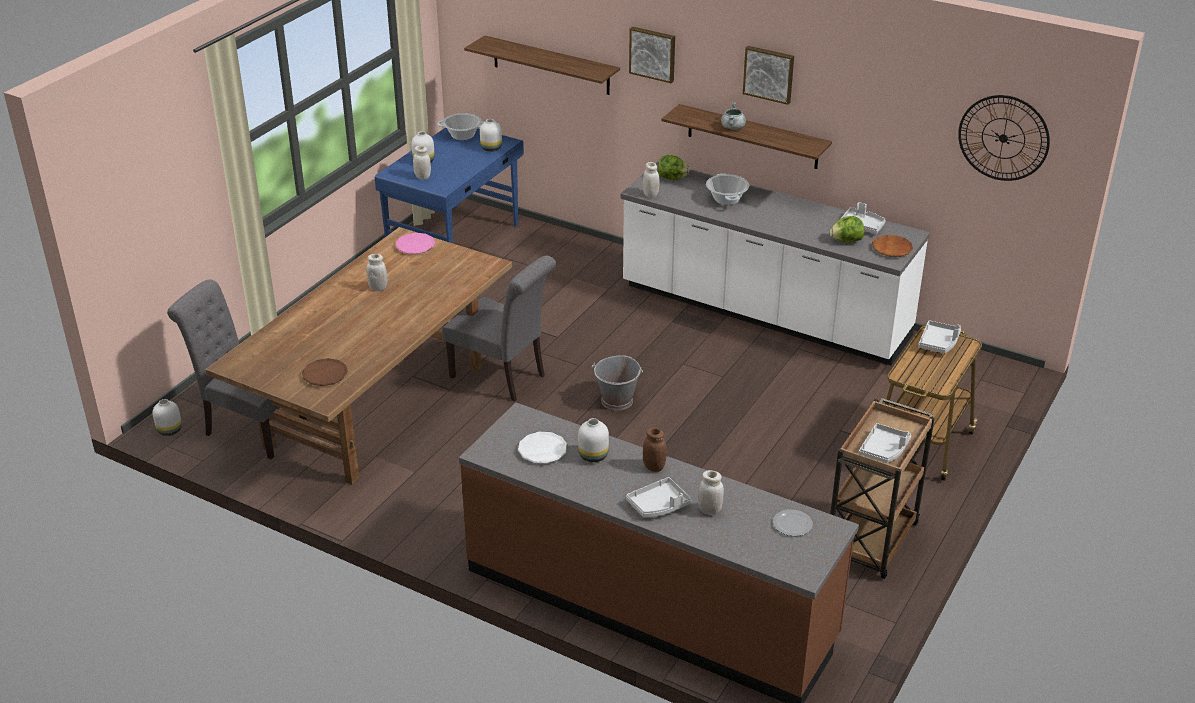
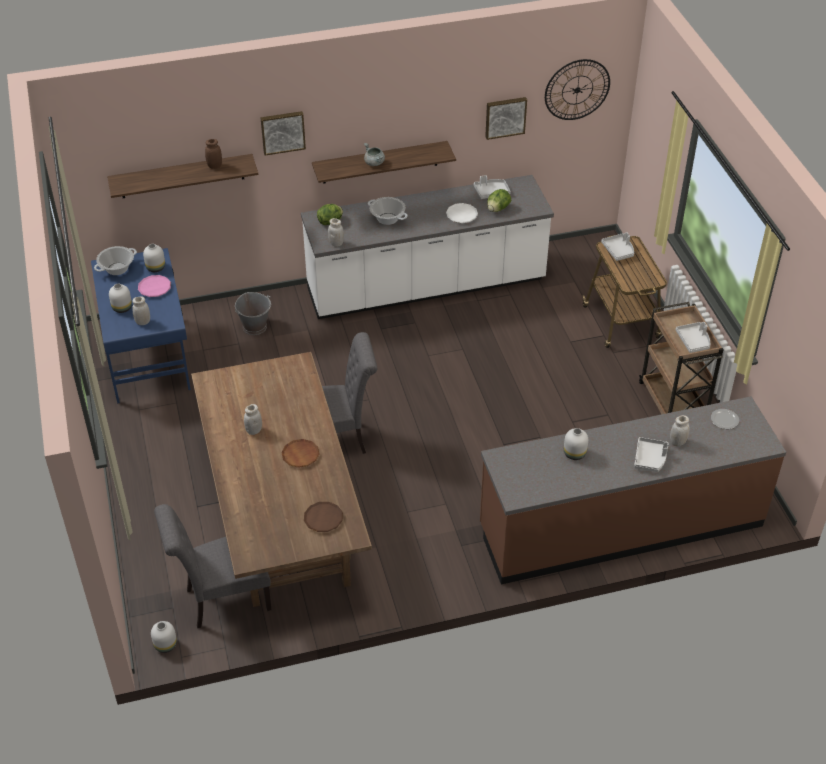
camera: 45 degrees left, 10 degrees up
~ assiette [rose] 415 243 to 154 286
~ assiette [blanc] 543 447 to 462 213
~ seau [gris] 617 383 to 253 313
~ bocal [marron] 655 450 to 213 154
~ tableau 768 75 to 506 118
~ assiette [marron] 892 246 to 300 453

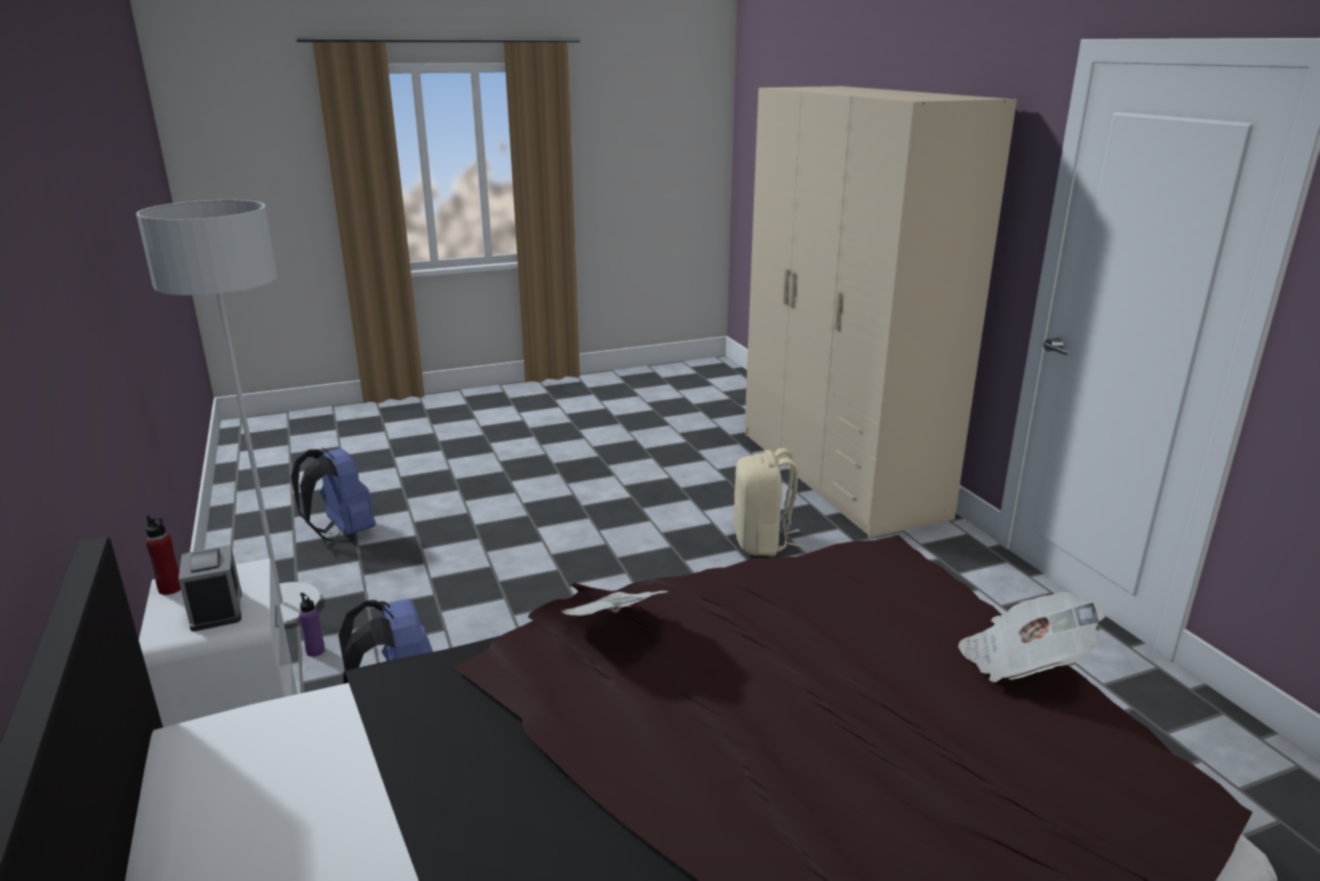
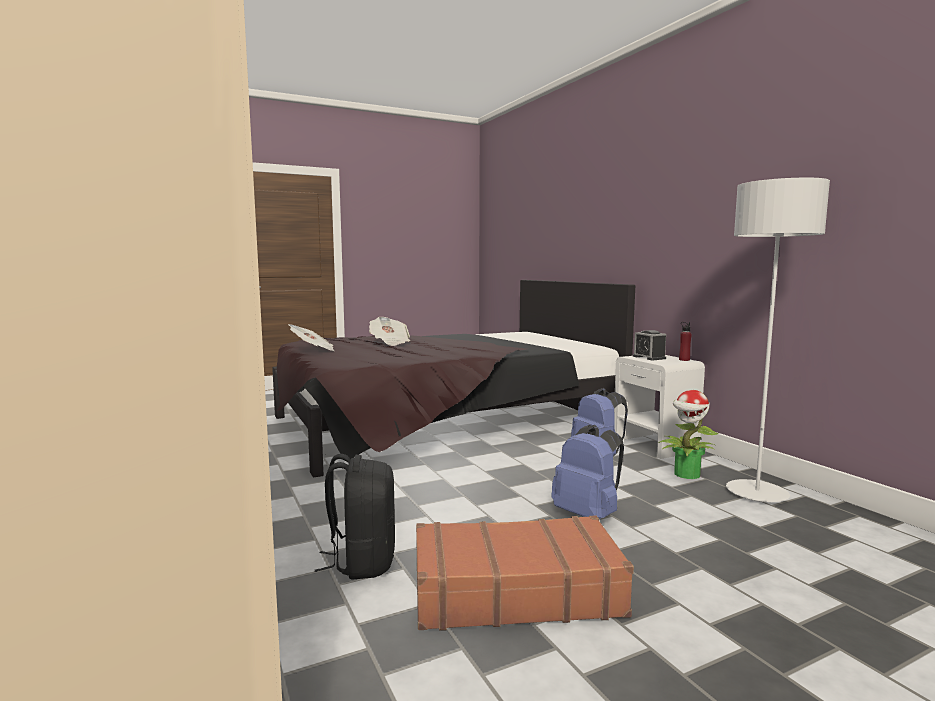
camera: 175 degrees right, 15 degrees down
+ valise [marron] 525 572
~ sac à dos [bleu] 333 494 to 587 472
~ journal 614 603 to 389 331
~ bouteille [violet] 312 625 to plante en pot 689 434
~ sac à dos [beige] 769 502 to sac à dos [noir] 355 516

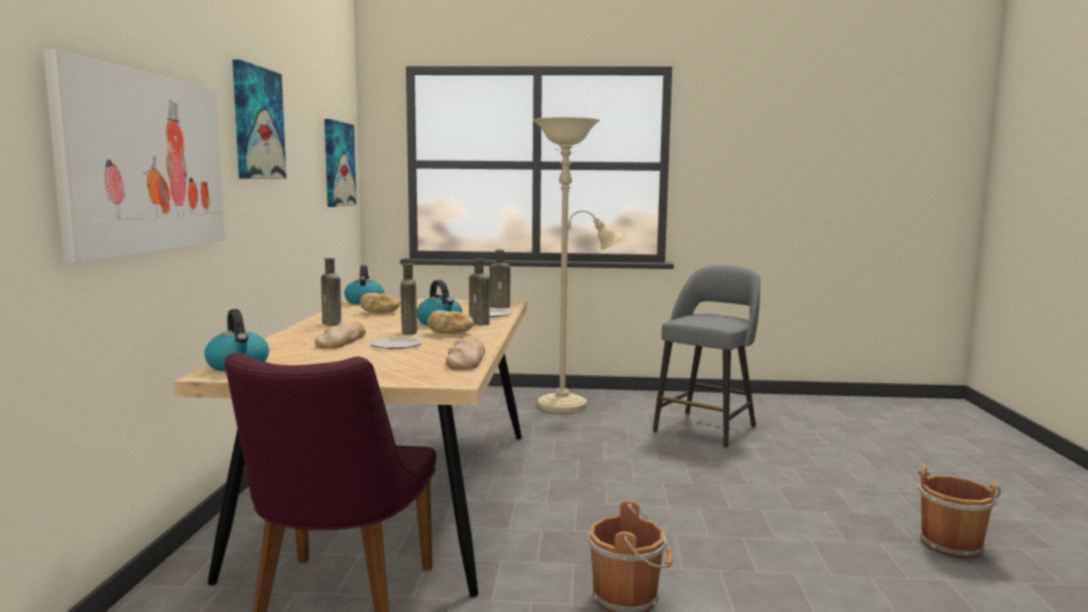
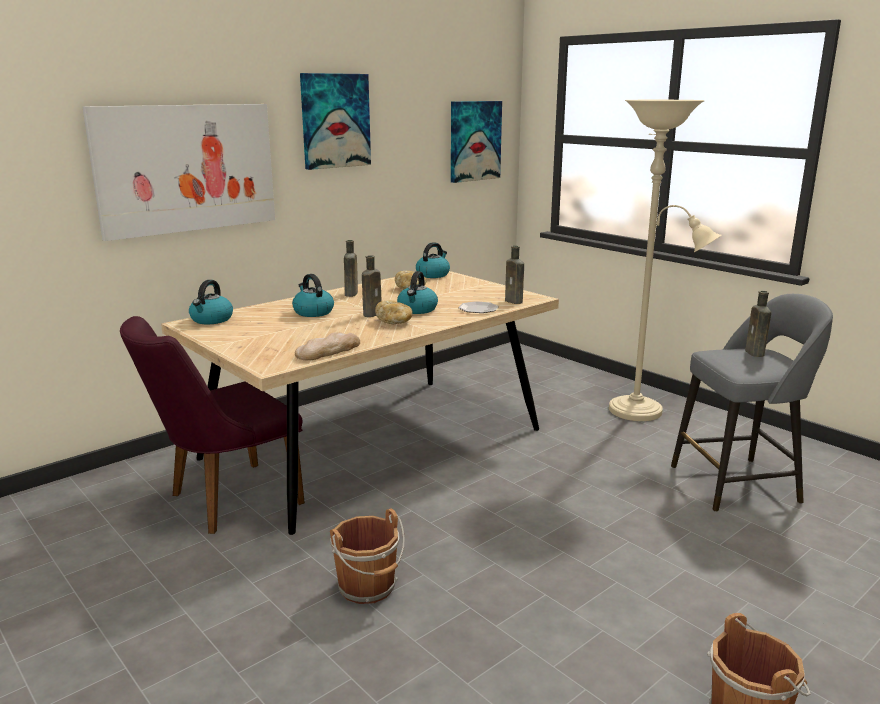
camera: 45 degrees right, 10 degrees up
- assiette 396 343
~ bouteille [marron] 479 291 to 758 324
~ pain 340 335 to bouilloire 313 295

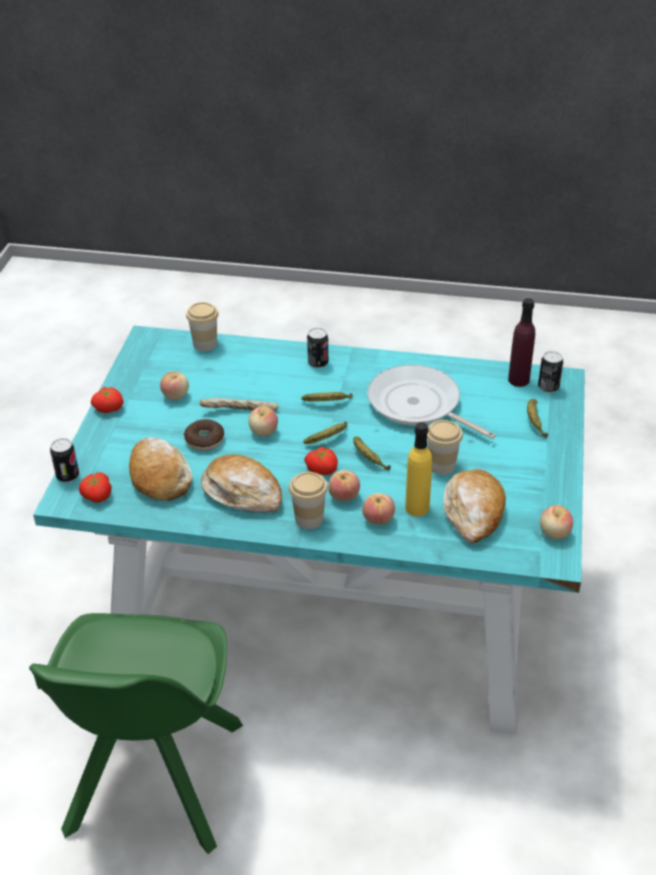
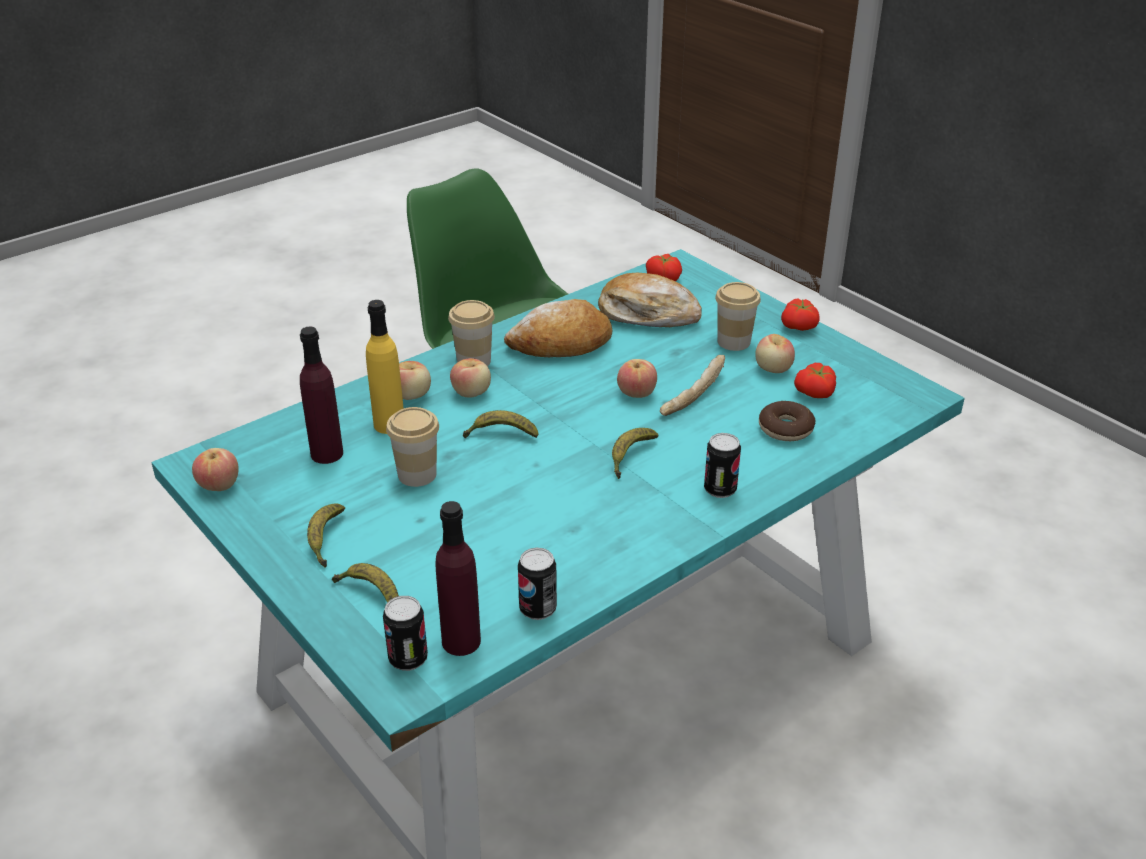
camera: 130 degrees right, 5 degrees down
- poêle 432 402
~ boîte métallique 64 460 to 537 583
~ beignet 204 435 to 787 421
~ tasse 202 326 to 738 316
~ banane 325 432 to 326 535
~ tomate 321 461 to 815 380
~ pain 474 506 to bouteille [violet] 321 395

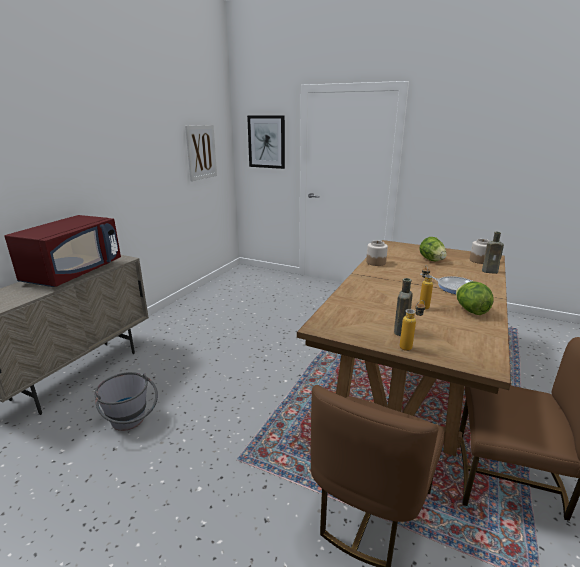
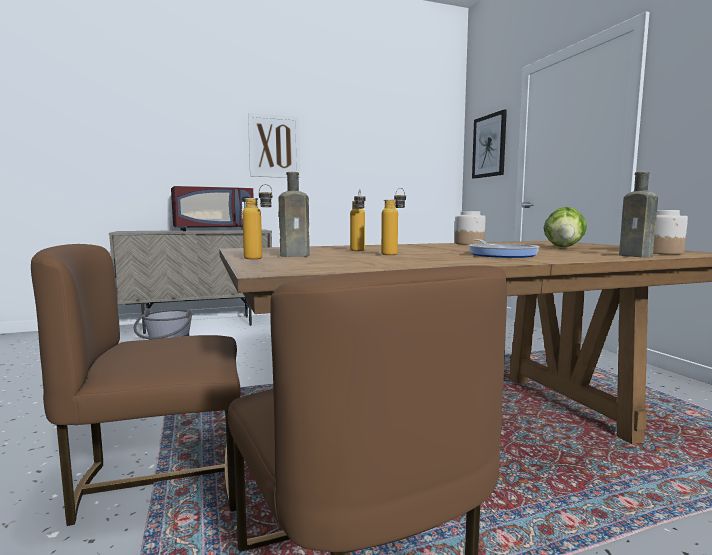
camera: 45 degrees right, 15 degrees down
- laitue 475 298
+ bouteille 358 220
~ tableau 201 153 to 274 145

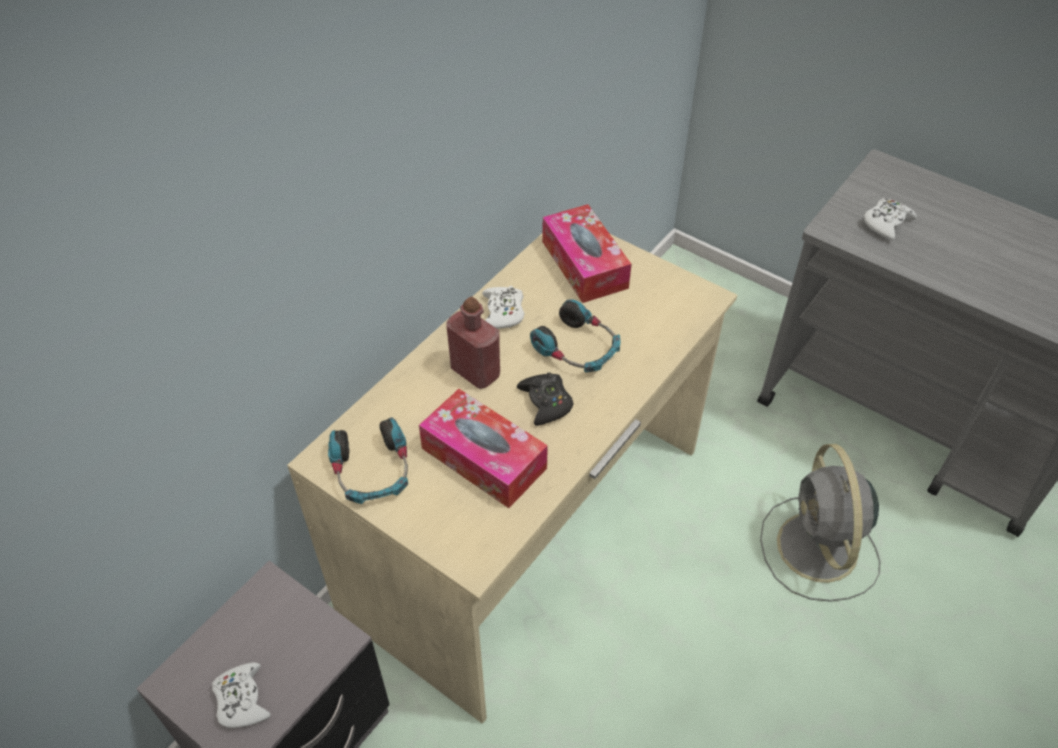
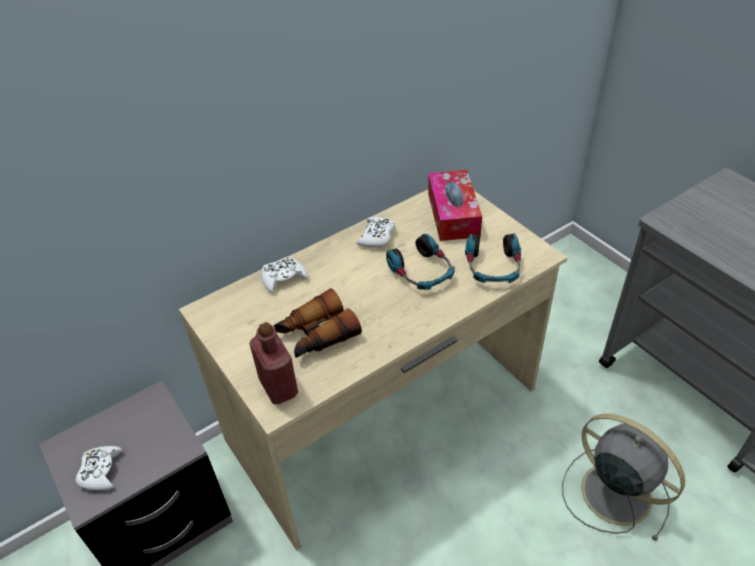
camera: 20 degrees right, 5 degrees down
- manette [noir] 545 399
~ casque audio 368 460 to 493 258
~ bouteille [rouge] 473 343 to 273 363
~ manette [blanc] 890 219 to 284 274
~ boîte à mouchoirs 483 448 to jumelles 318 323
~ ventilateur [gris] 820 523 = 623 478 120 degrees clockwise

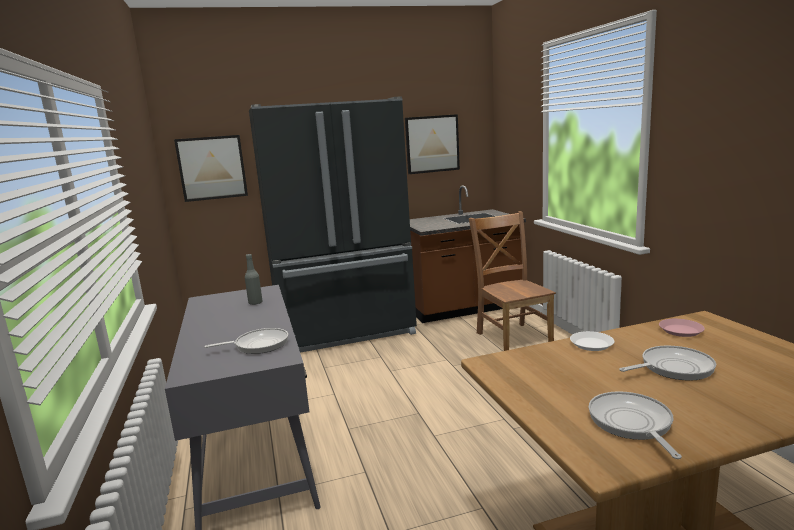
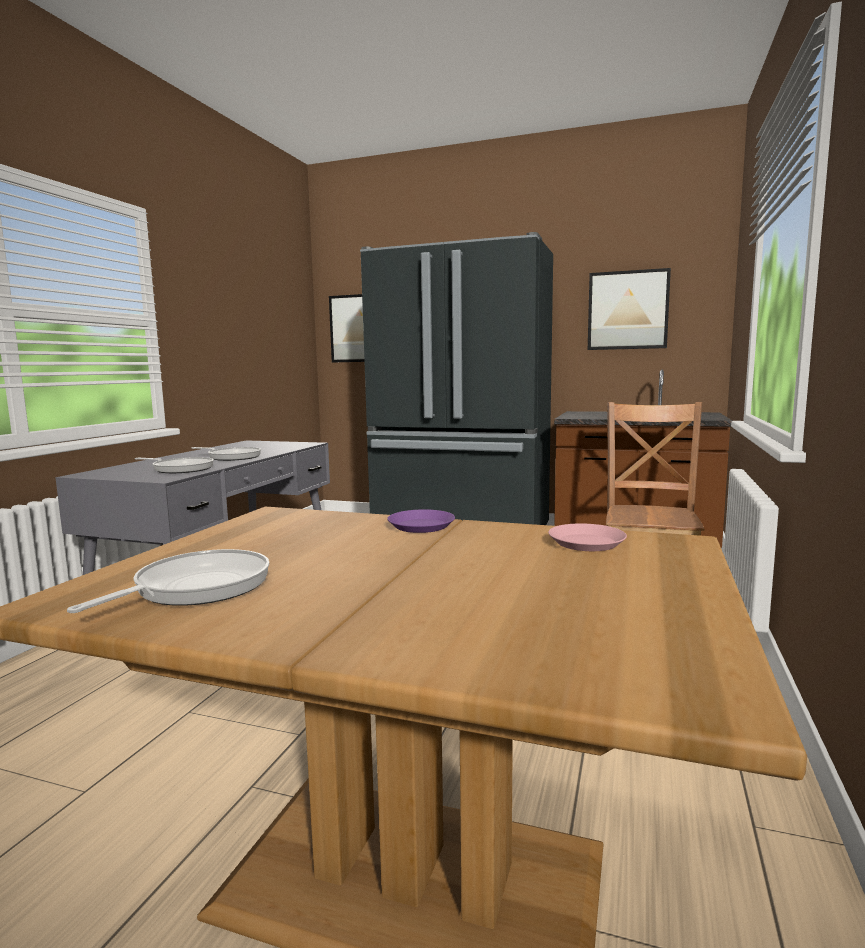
camera: 35 degrees right, 5 degrees down
- bouteille [gris] 254 279
~ poêle 667 363 to 226 454
~ assiette [blanc] 592 341 to assiette [violet] 421 521

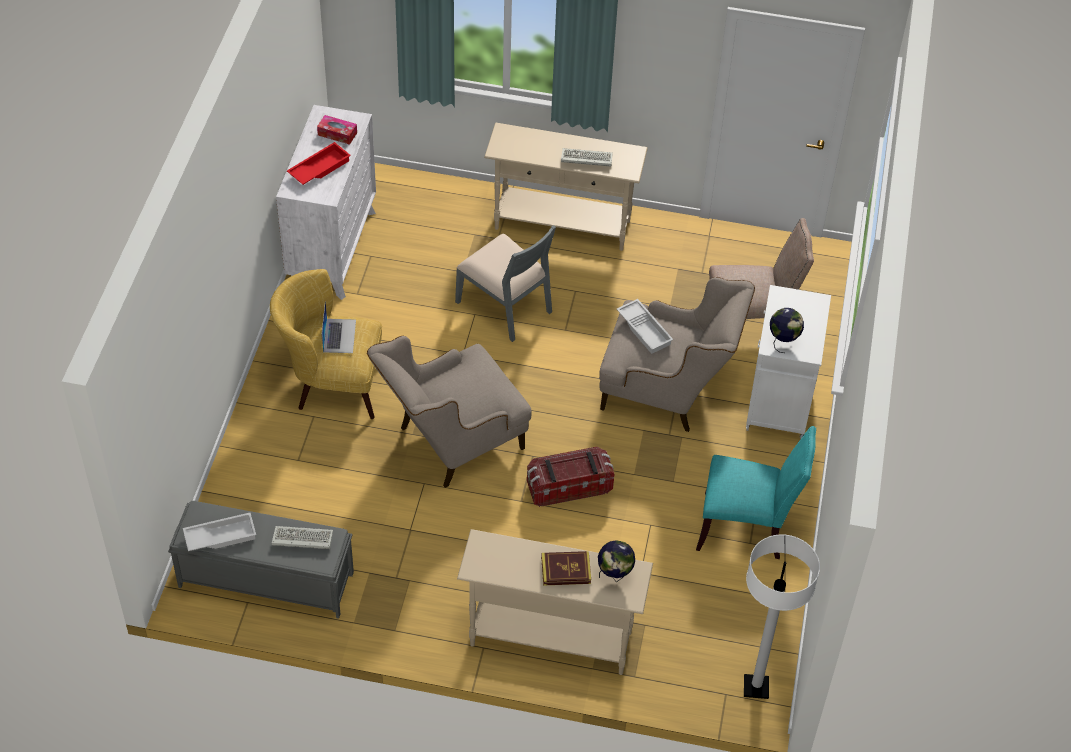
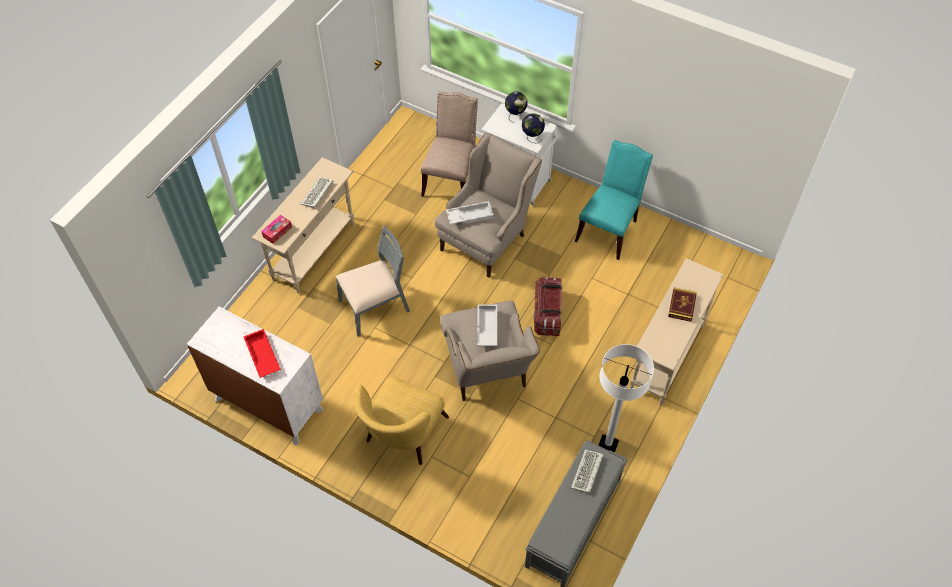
camera: 70 degrees left, 5 degrees up
- ordinateur portable 339 327
~ plateau [blanc] 219 532 to 487 325
~ boîte à mouchoirs 337 130 to 276 229
~ globe 616 561 to 516 107
~ lampadaire [blanc] 782 617 to 626 398

